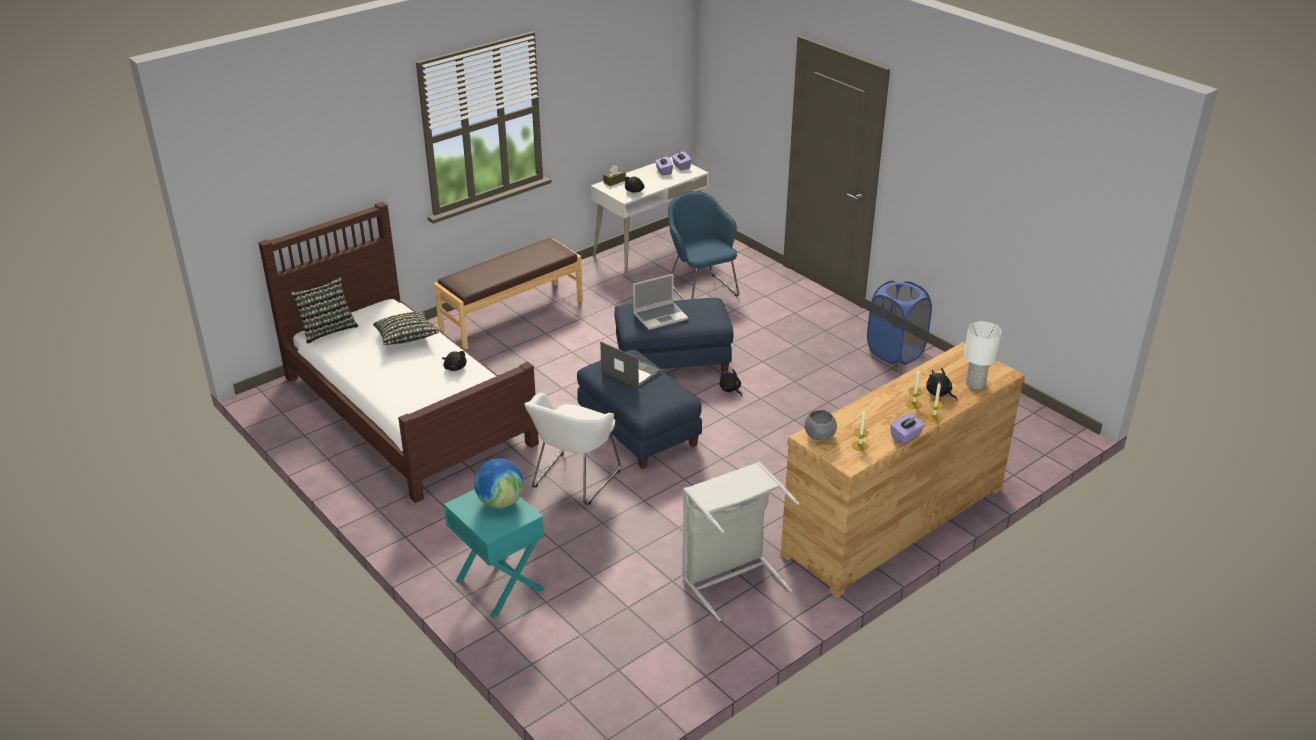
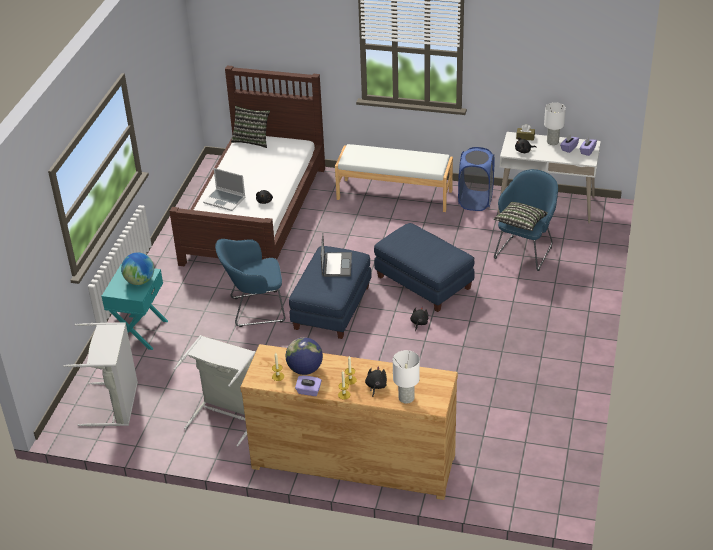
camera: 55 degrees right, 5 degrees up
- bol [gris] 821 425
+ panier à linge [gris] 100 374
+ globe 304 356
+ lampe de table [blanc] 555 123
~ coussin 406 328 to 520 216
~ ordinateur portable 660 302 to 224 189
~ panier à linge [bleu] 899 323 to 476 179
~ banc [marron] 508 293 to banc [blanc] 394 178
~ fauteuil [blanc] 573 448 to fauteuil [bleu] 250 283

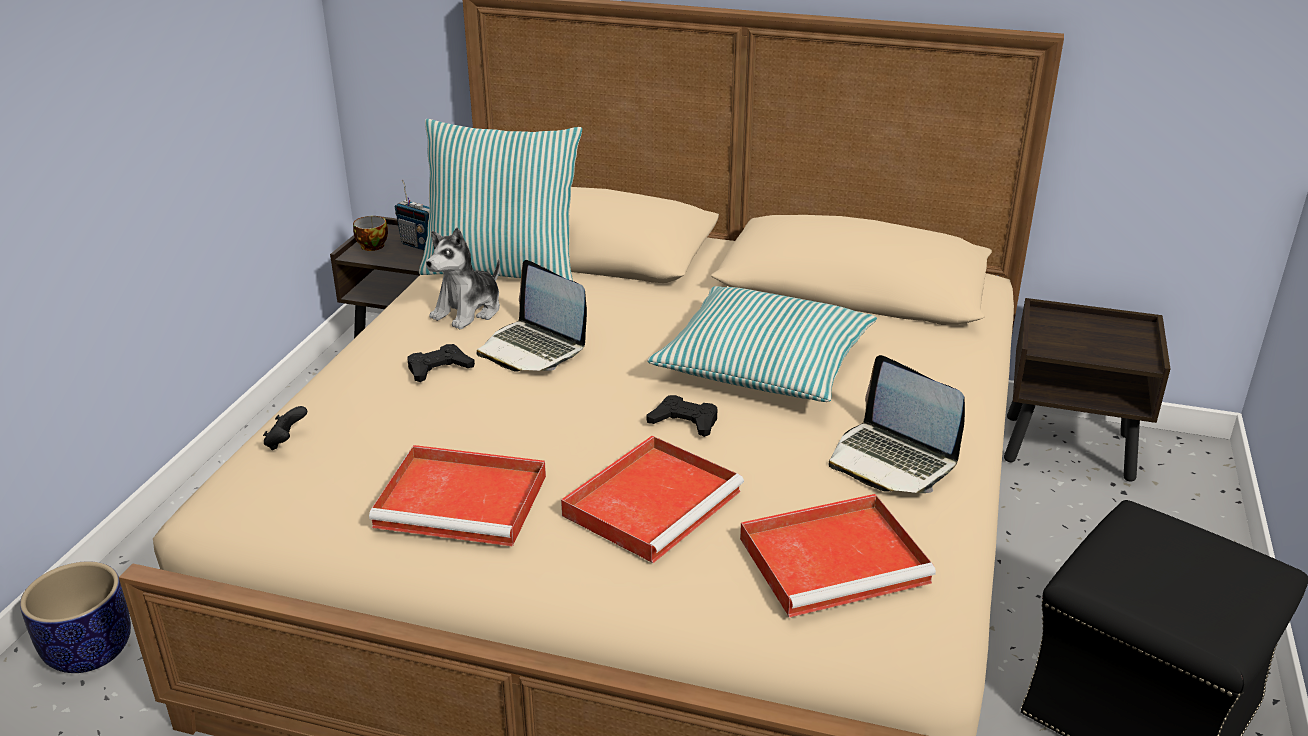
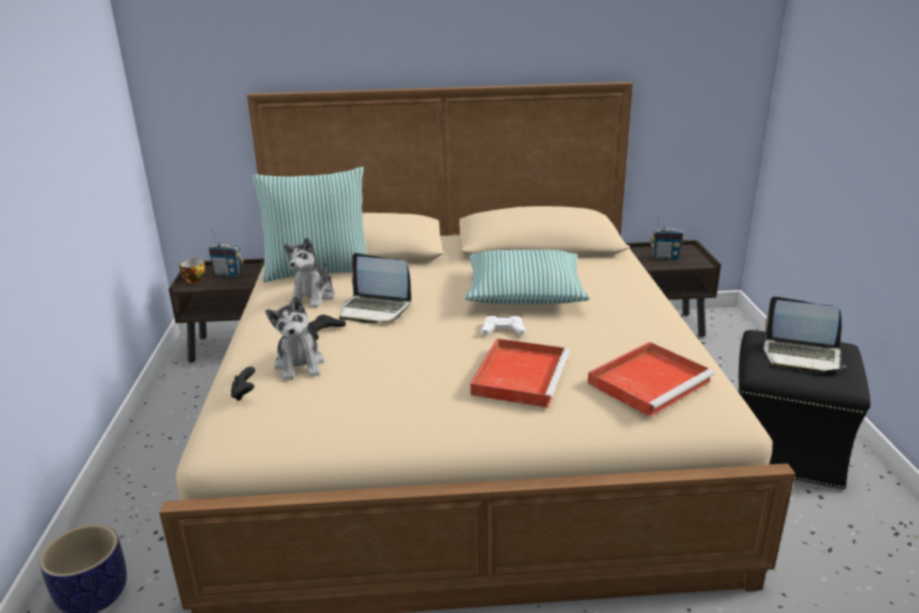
camera: 20 degrees left, 5 degrees down
- plateau [rouge] 457 496
+ peluche 295 338
+ radio 667 237
~ ordinateur portable 897 424 to 804 334
~ manette [noir] 681 416 to manette [blanc] 503 325

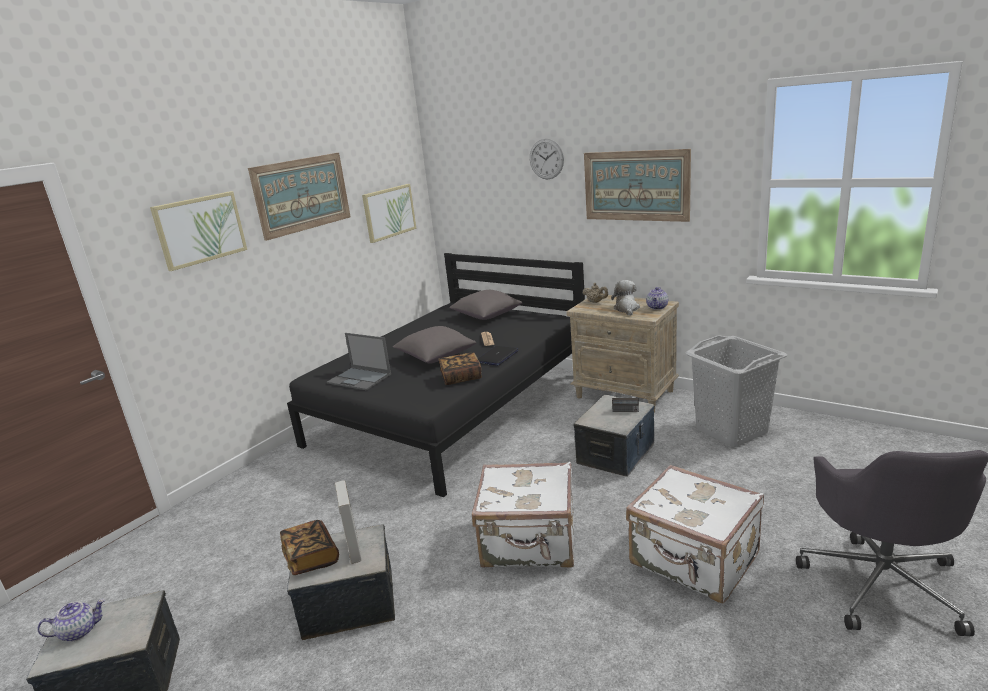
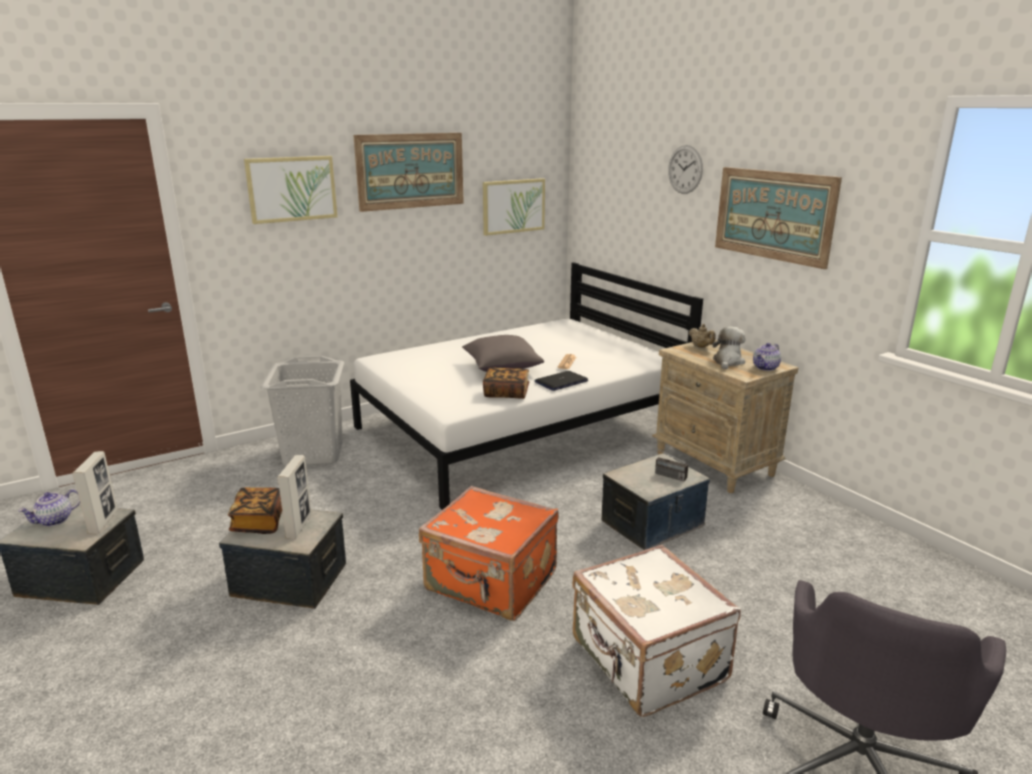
camera: 20 degrees right, 0 degrees up
- ordinateur portable 359 362
- coussin [gris] 485 305
+ cadre photo 95 492
~ panier à linge [gris] 736 391 to 302 411
~ lit [noir] 436 375 to lit [blanc] 526 386
~ valise [blanc] 523 515 to valise [orange] 489 553
~ théière 71 620 = 49 508 135 degrees clockwise

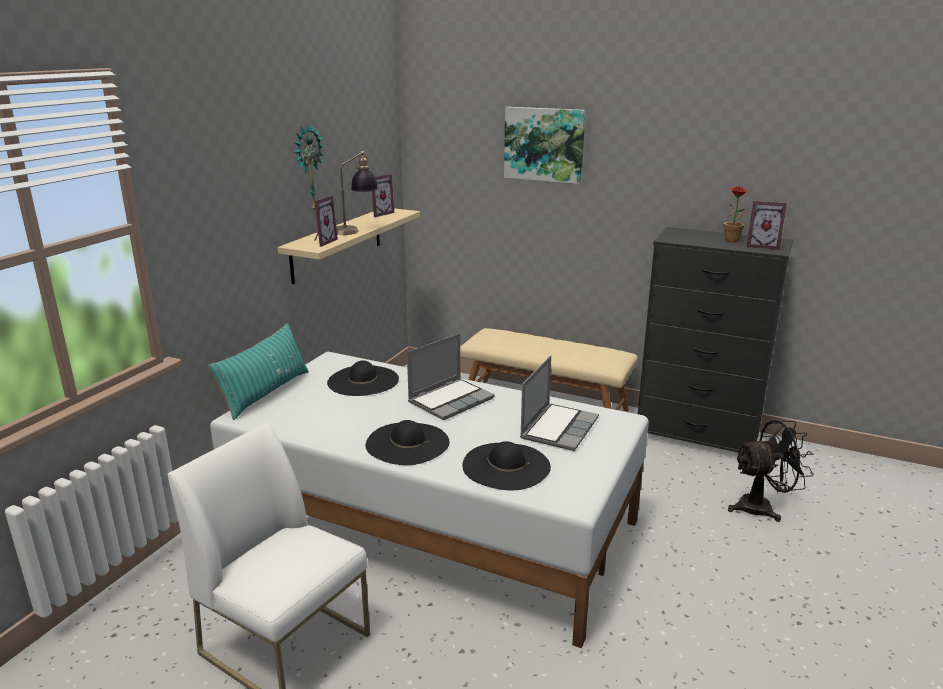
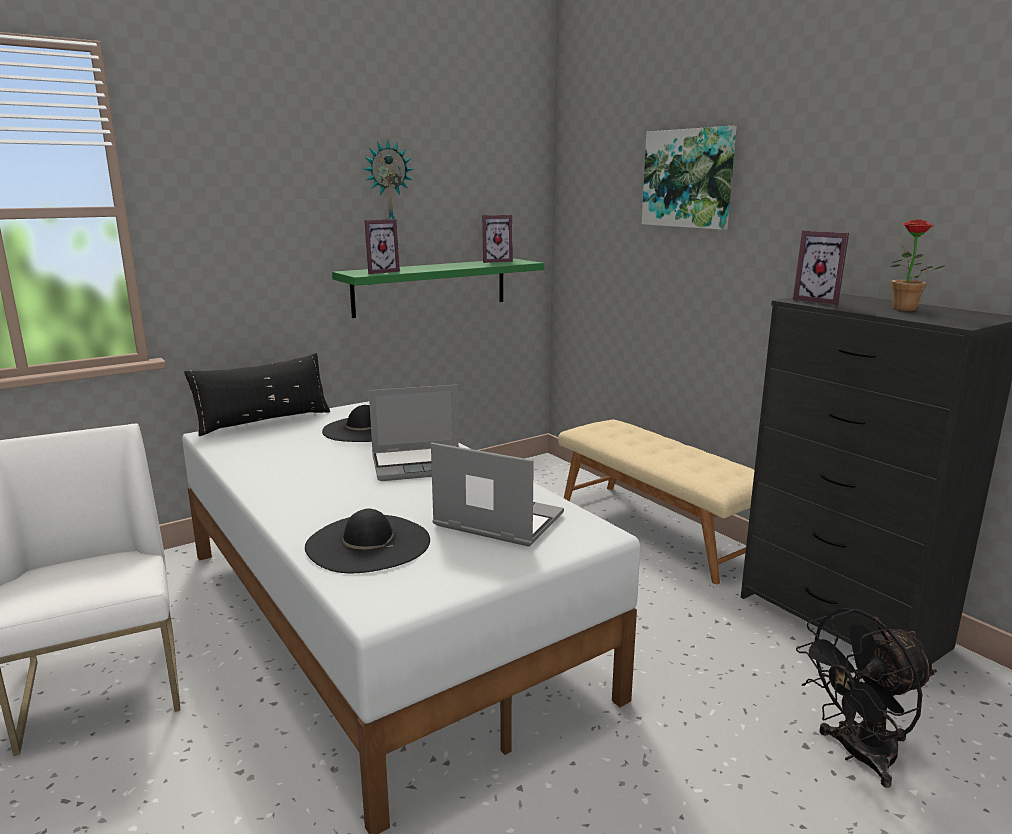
camera: 30 degrees right, 5 degrees down
- lampe de table 357 193
- chapeau [noir] 408 442
~ cadre photo 767 225 to 821 268
~ coussin [turquoise] 258 371 to coussin [noir] 257 394
~ étagère [beige] 349 246 to étagère [vert] 438 288
~ ordinateur portable 559 403 = 497 494 120 degrees counterclockwise
~ ventilateur [noir] 771 471 = 866 698 135 degrees clockwise

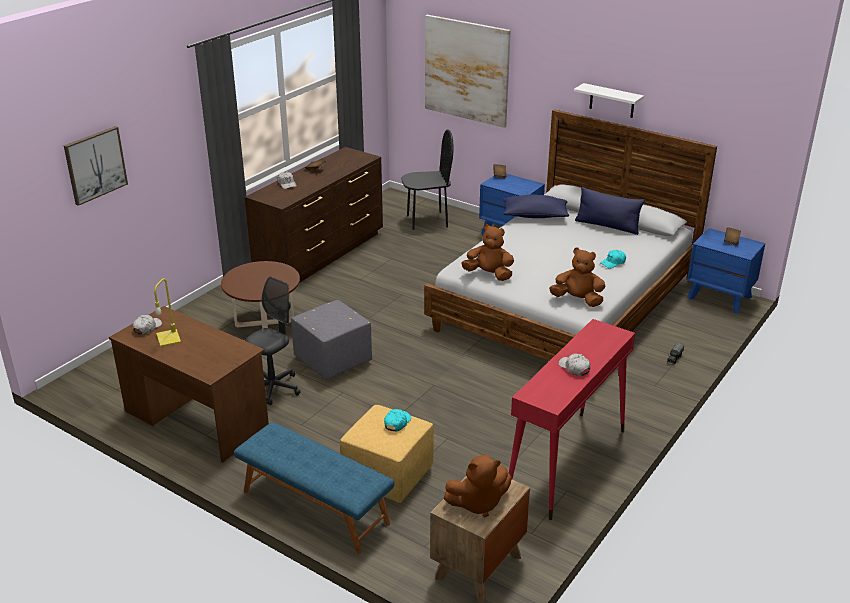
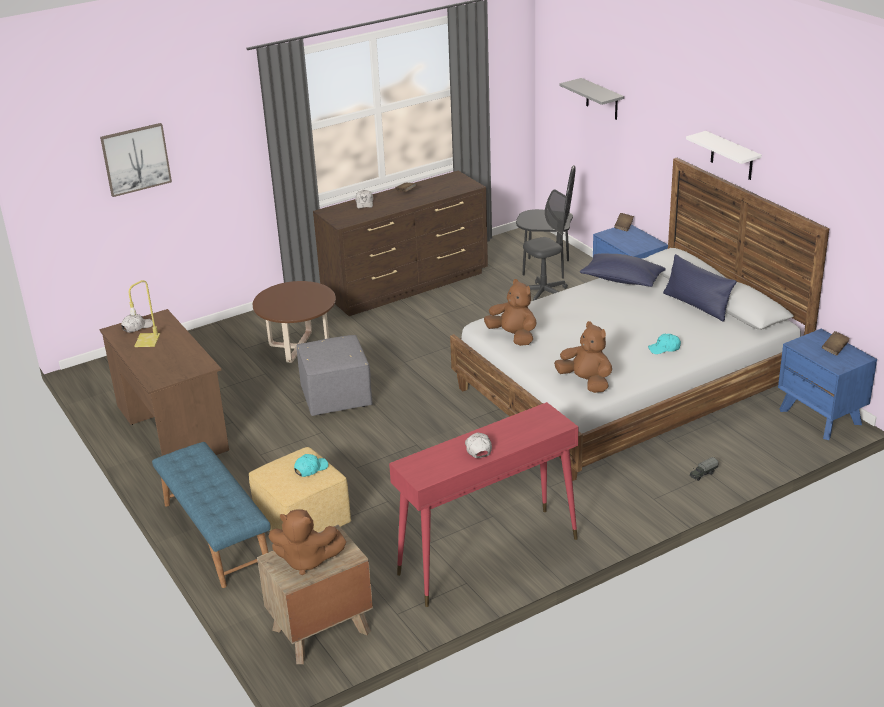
camera: 25 degrees right, 0 degrees up
~ chaise de bureau [gris] 273 340 to 545 245
~ tableau 468 71 to étagère [gris] 591 99

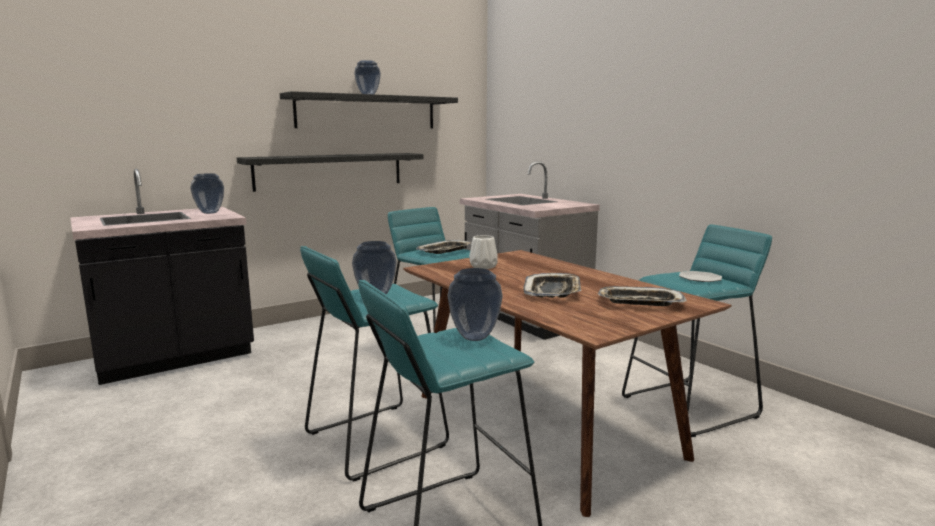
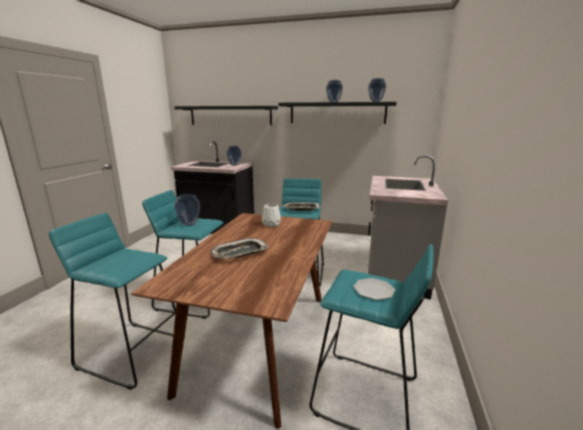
camera: 50 degrees right, 5 degrees up
- plateau 642 296
~ étagère [noir] 330 172 to 226 116
~ vase 475 304 to 377 90

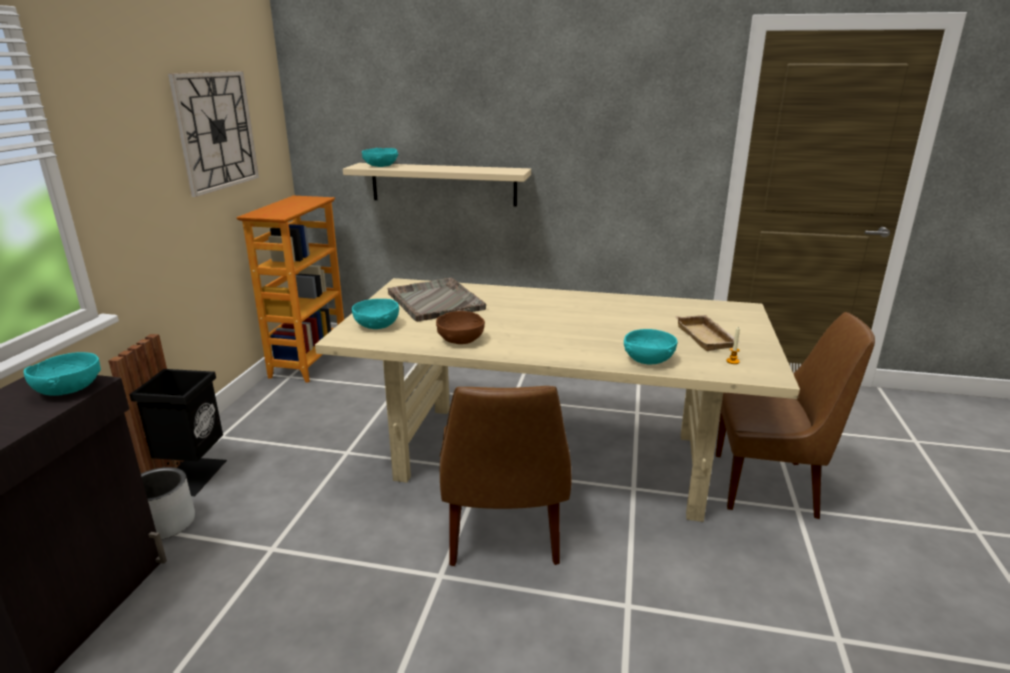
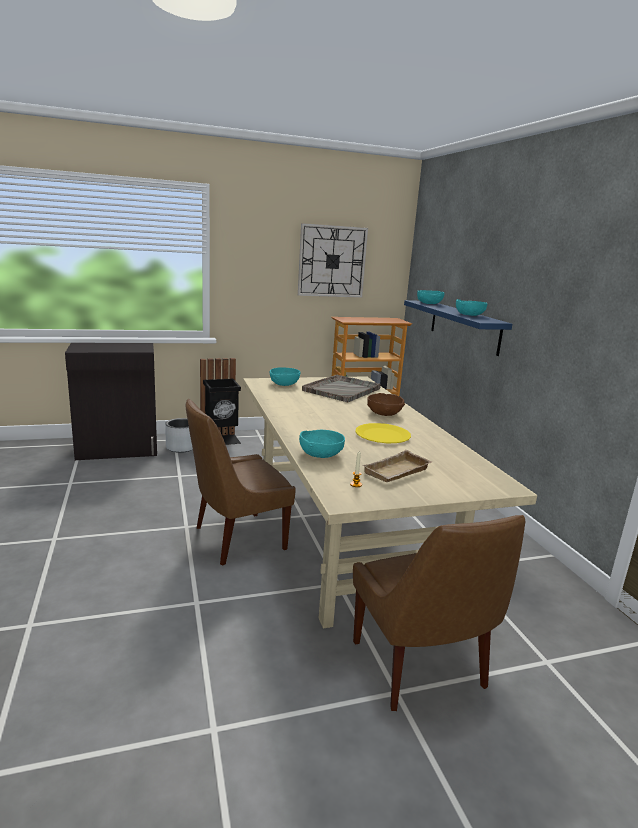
camera: 60 degrees right, 5 degrees down
+ assiette [jaune] 383 433
~ bol [turquoise] 62 374 to 472 307
~ bol [marron] 460 327 to 386 404
~ étagère [beige] 437 185 to étagère [bleu] 458 328

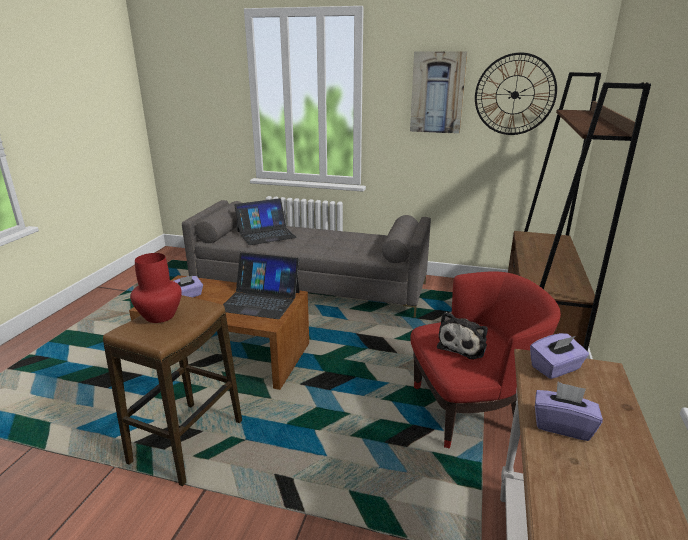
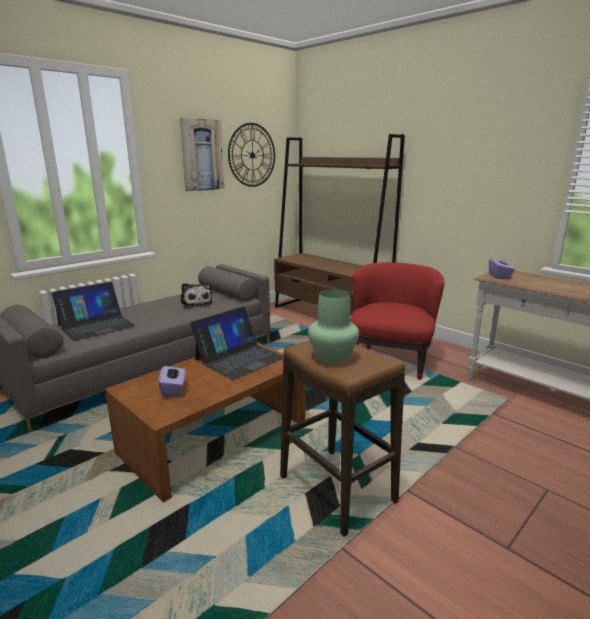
camera: 60 degrees left, 5 degrees down
- boîte à mouchoirs [violet] 569 411
~ peluche 462 335 to 196 296
~ vase [rouge] 156 288 to vase [vert] 333 326
~ ordinateur portable 265 221 = 94 311 45 degrees clockwise

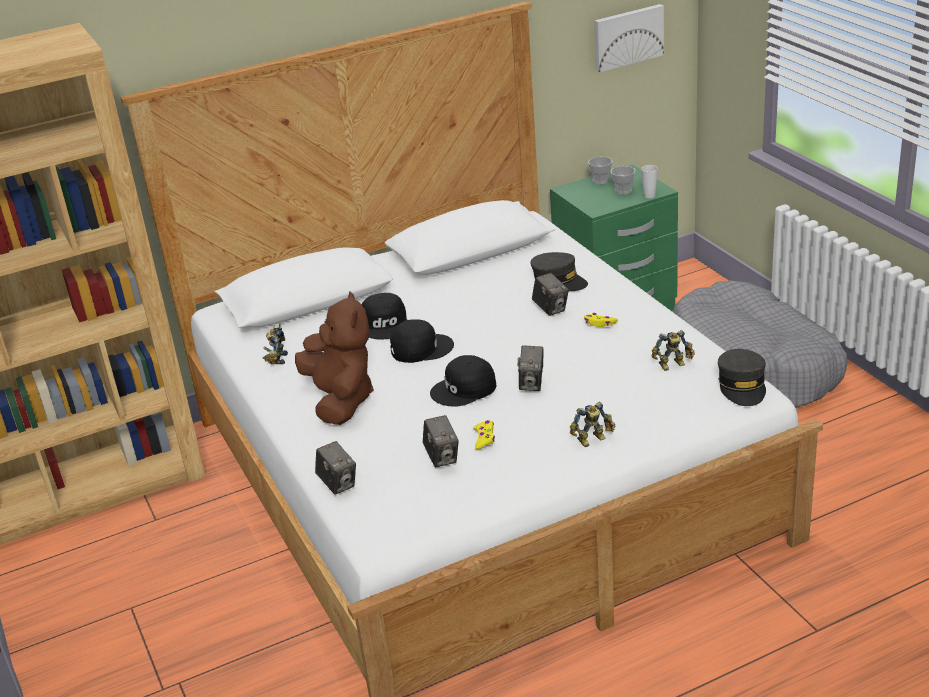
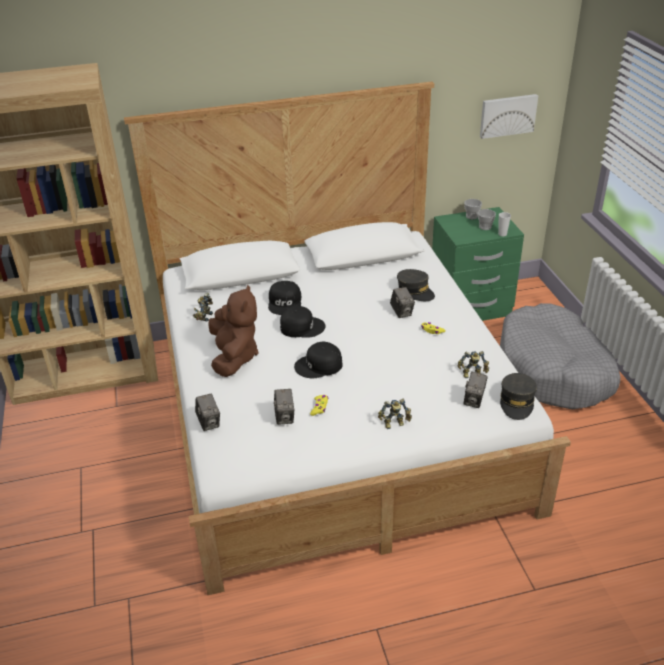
camera: 10 degrees right, 5 degrees up
~ appareil photo 530 368 to 475 390

